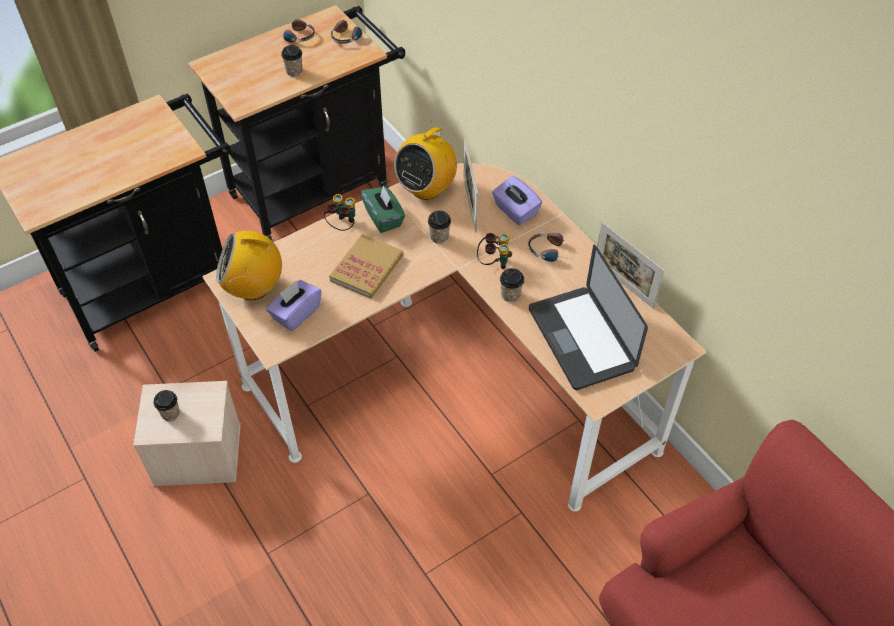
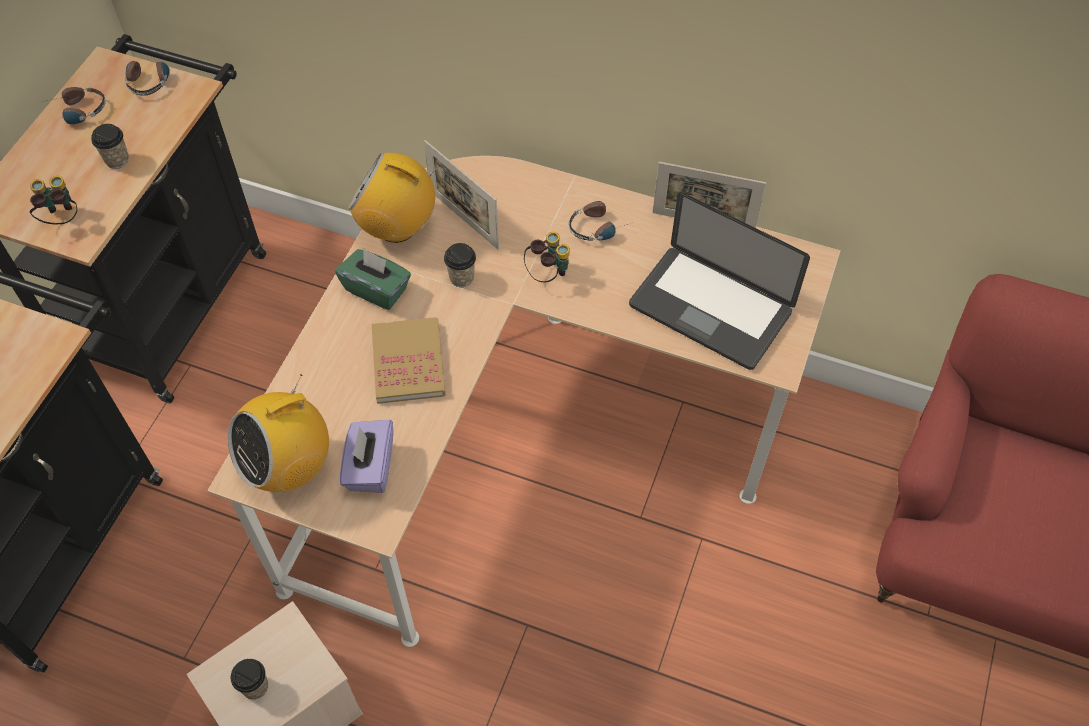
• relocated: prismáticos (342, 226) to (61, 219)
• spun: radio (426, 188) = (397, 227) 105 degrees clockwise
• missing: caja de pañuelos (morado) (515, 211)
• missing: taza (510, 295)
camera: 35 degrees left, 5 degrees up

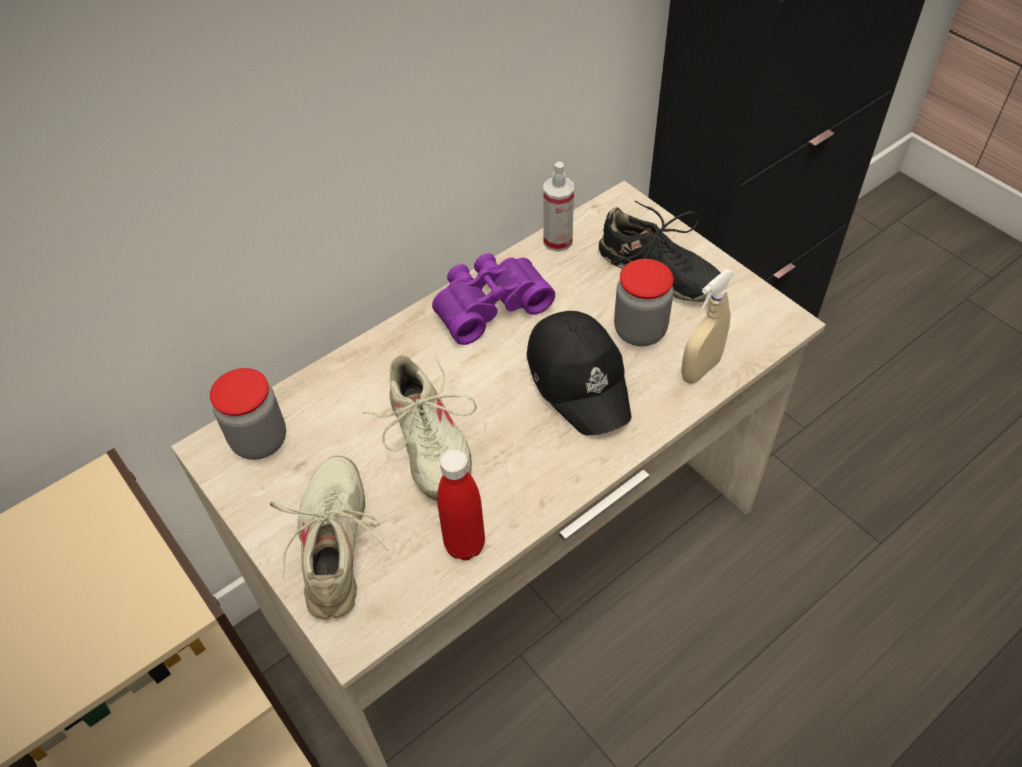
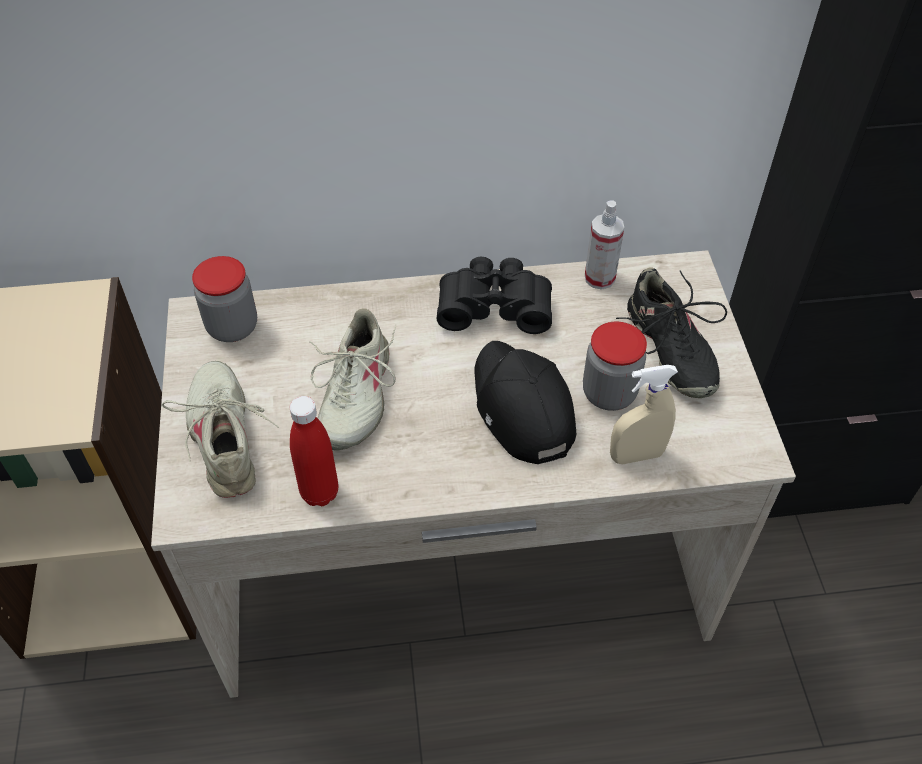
• spun: zapato (beis) (336, 544) = (226, 438) 45 degrees counterclockwise
• colour: prismáticos (morado) (489, 304) to prismáticos (negro) (494, 305)
• spun: gorra (negro) (579, 379) = (521, 408) 150 degrees clockwise
camera: 30 degrees right, 0 degrees up

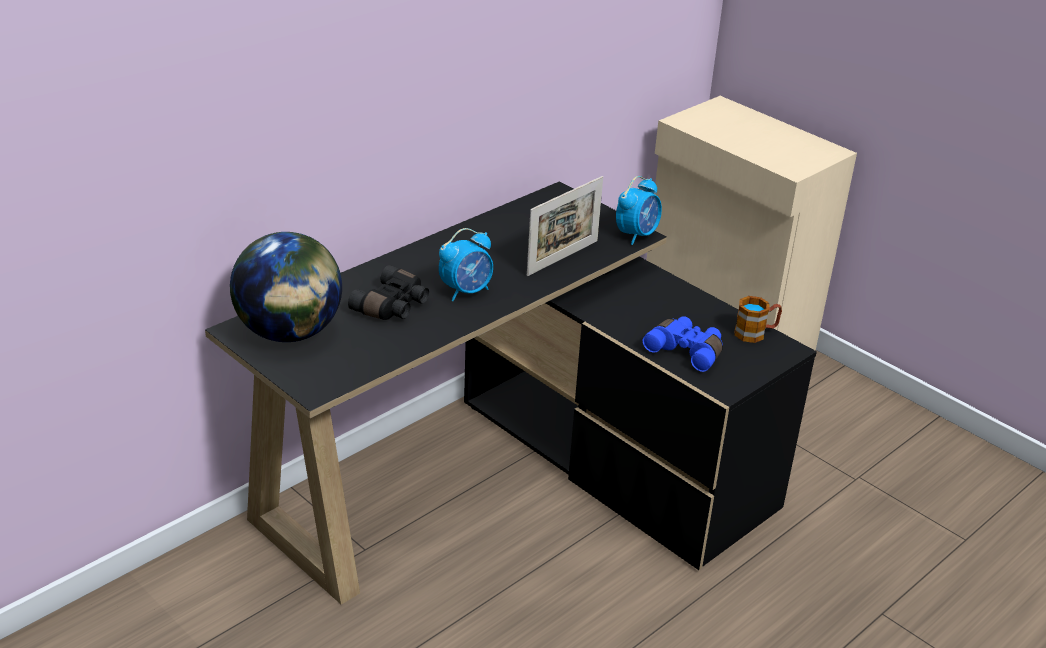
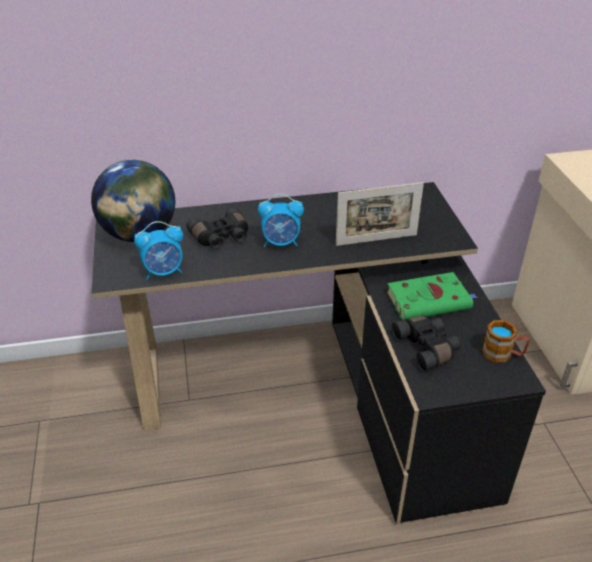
• relocated: despertador (637, 235) to (164, 272)
• colour: prismáticos (azul) (686, 351) to prismáticos (negro) (427, 347)
• appeared: libro (verde) (430, 300)
camera: 35 degrees right, 5 degrees up

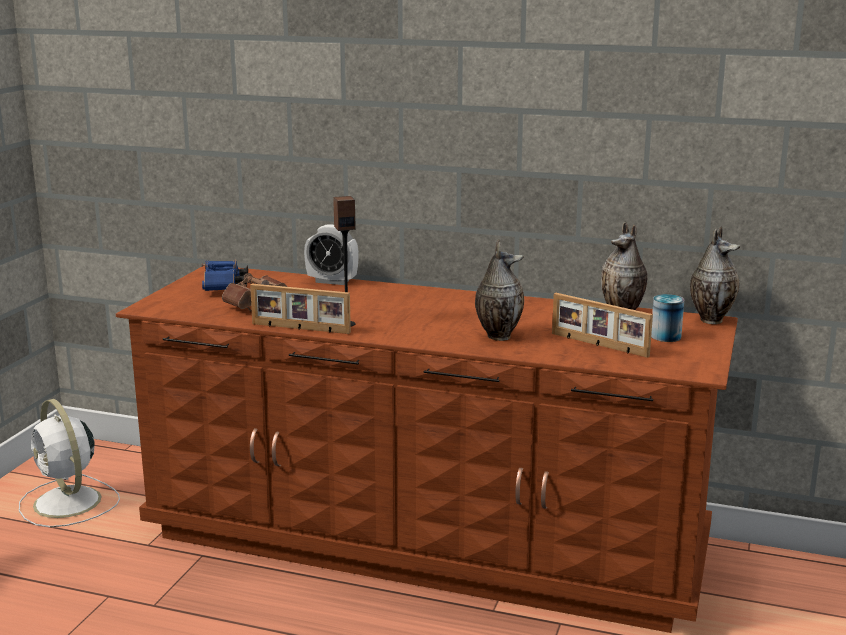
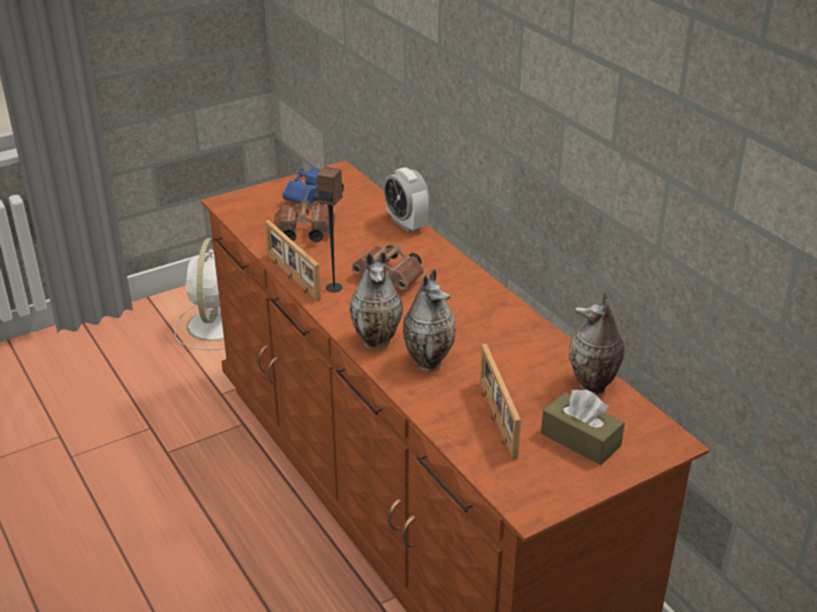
• exchanged: lata (665, 336) to caja de pañuelos (marrón) (580, 440)
• relocated: florero (711, 319) to (378, 341)
• appeared: prismáticos (marrón) (391, 278)
camera: 40 degrees right, 15 degrees up

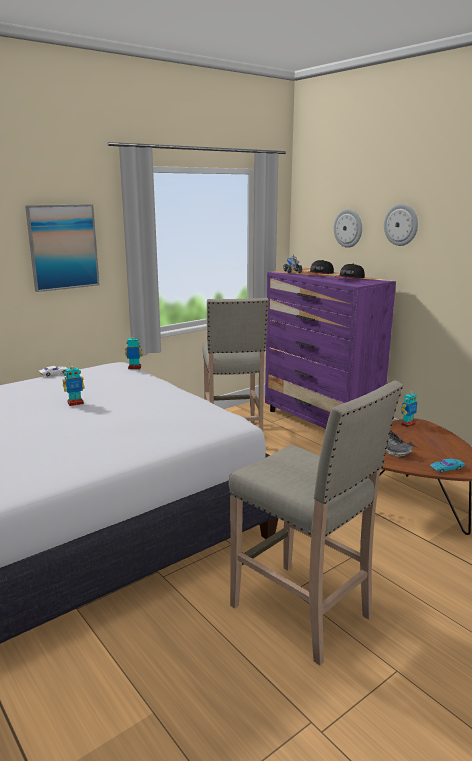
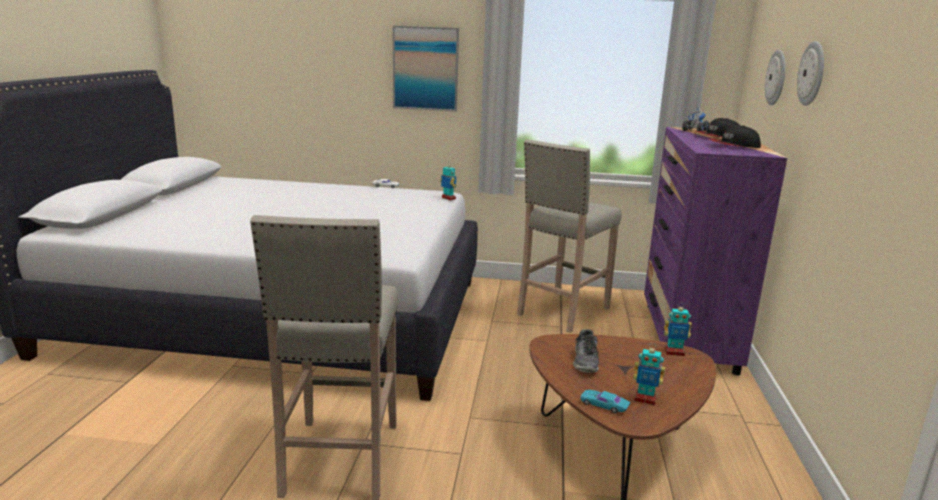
• relocated: robot de juguete (75, 403) to (645, 399)
camera: 45 degrees right, 0 degrees up

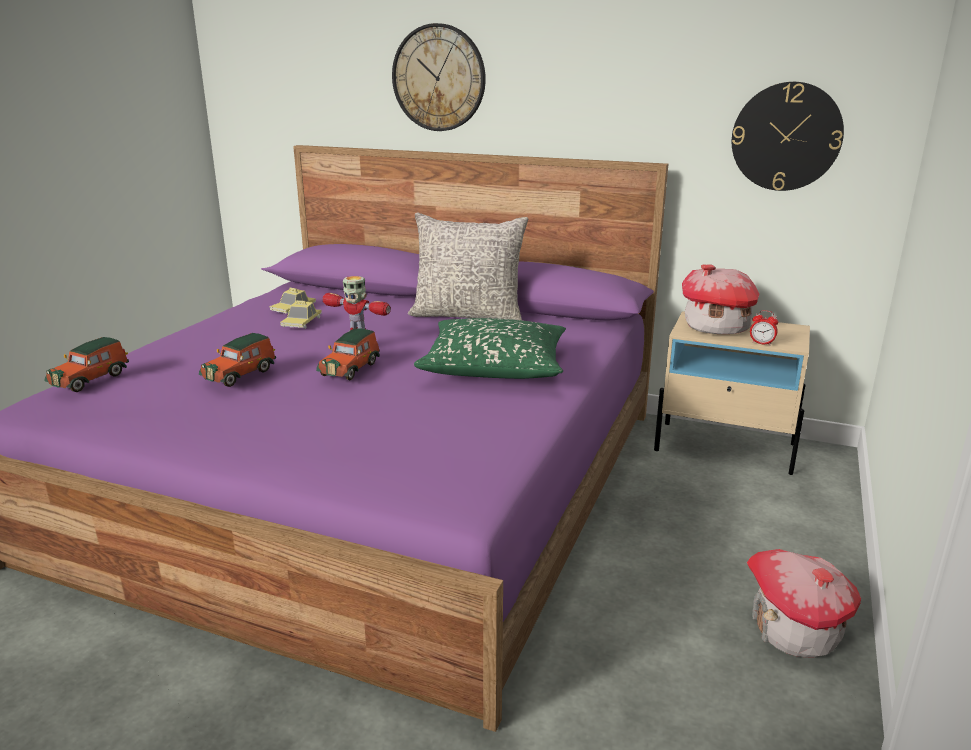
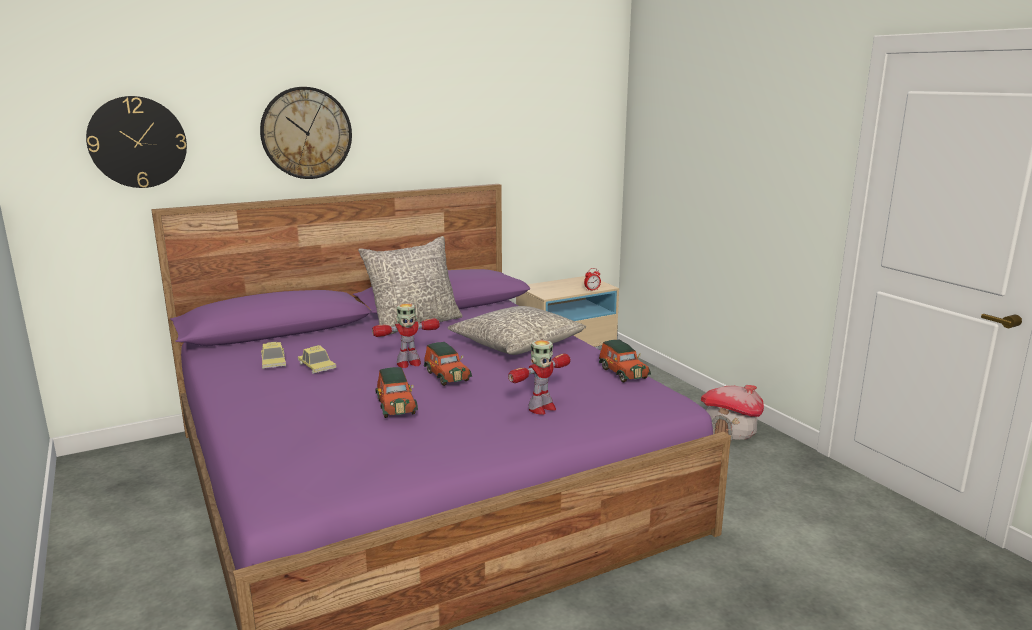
• relocated: coche de juguete (91, 379) to (622, 372)
• colour: cojín (verde) (495, 367) to cojín (gris) (517, 344)
• missing: casita (716, 327)
• relocated: reloj de pared (786, 137) to (137, 142)
• appeared: robot de juguete (541, 408)
camera: 50 degrees left, 5 degrees down

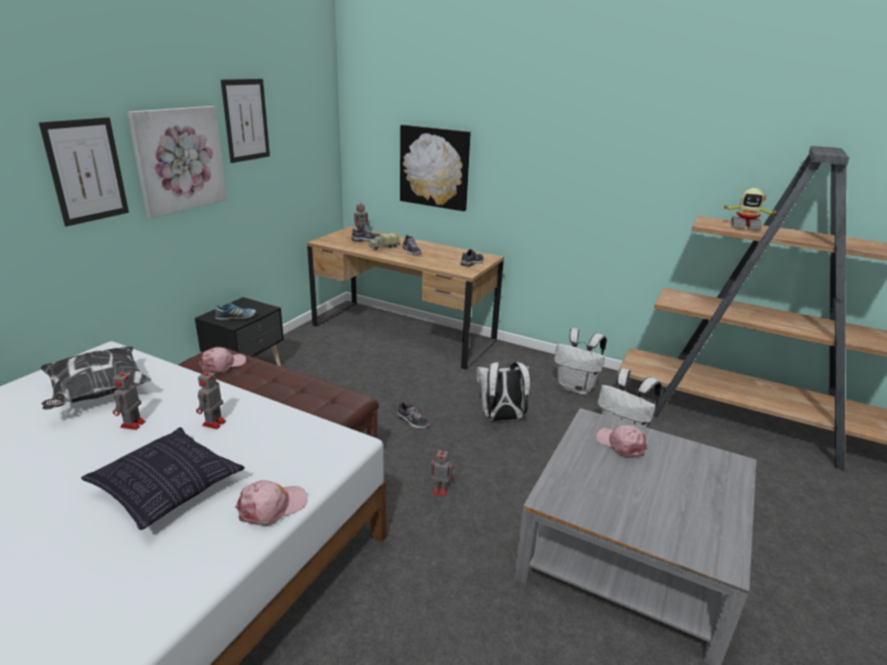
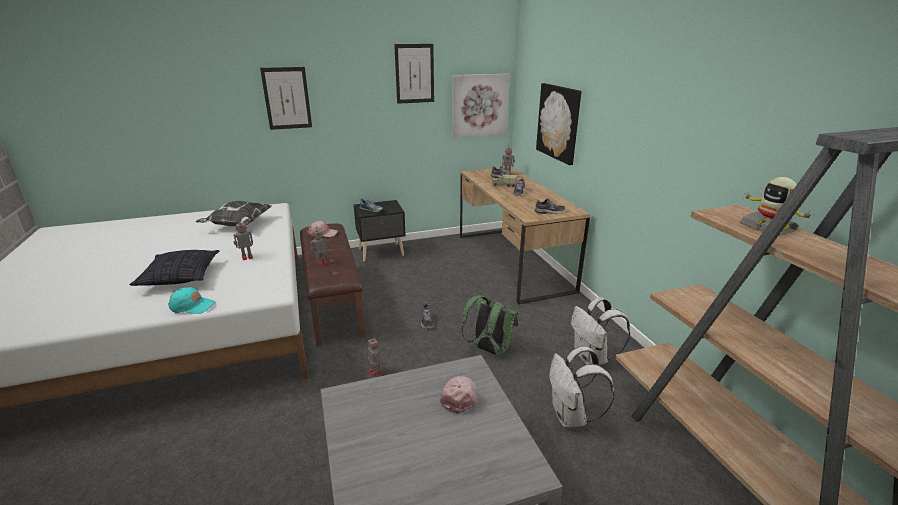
• relocated: robot de juguete (132, 425) to (320, 262)
• relocated: cuadro (179, 159) to (479, 105)
• colour: gorra (rosa) (272, 507) to gorra (turquesa) (192, 306)
• colour: mochila (blanco) (501, 418) to mochila (verde) (488, 349)
camera: 45 degrees right, 0 degrees up

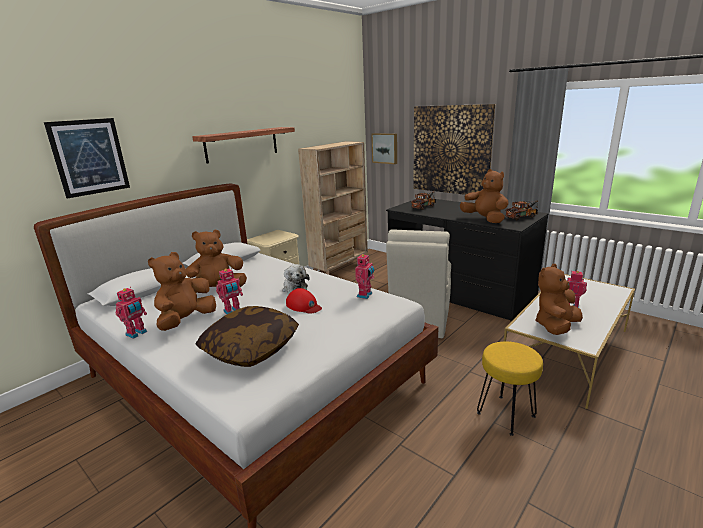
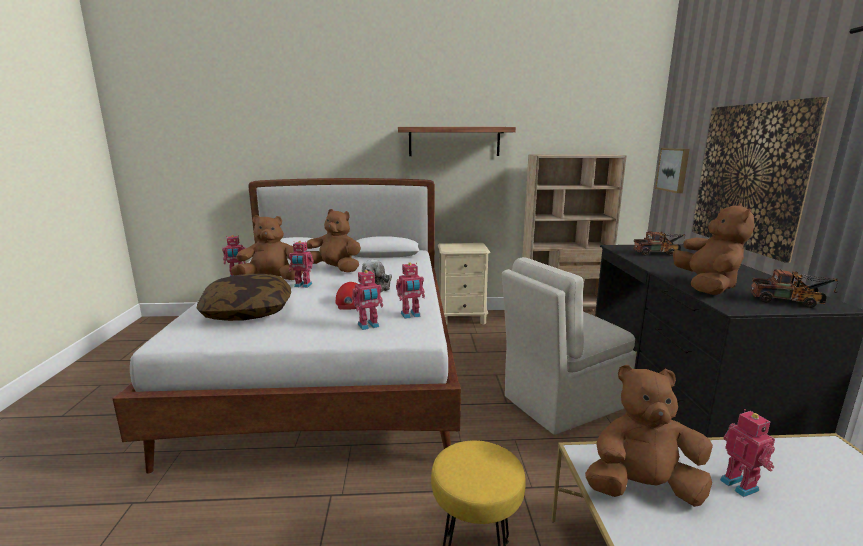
• missing: cuadro (89, 157)
• appeared: robot de juguete (369, 326)
camera: 45 degrees right, 5 degrees down

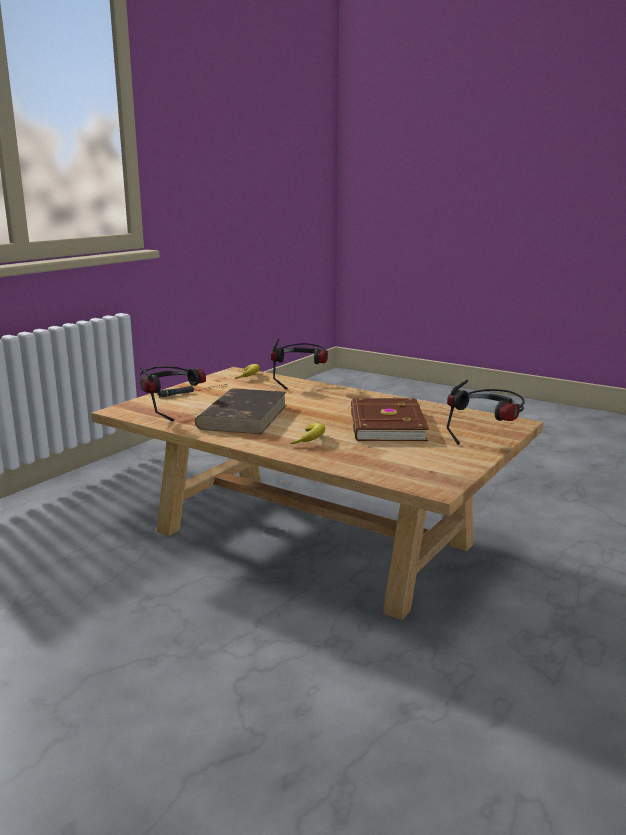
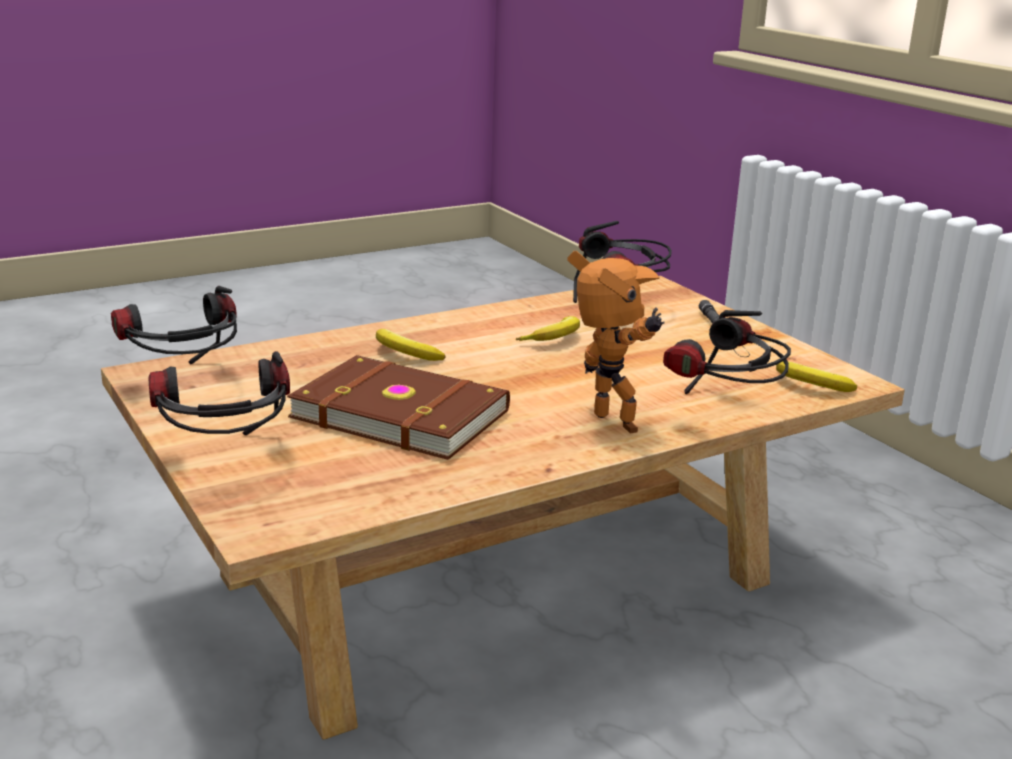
• exchanged: libro (marrón) (243, 416) to plátano (554, 338)
• appeared: auriculares (186, 385)
• appeared: robot de juguete (609, 425)
camera: 115 degrees right, 5 degrees up

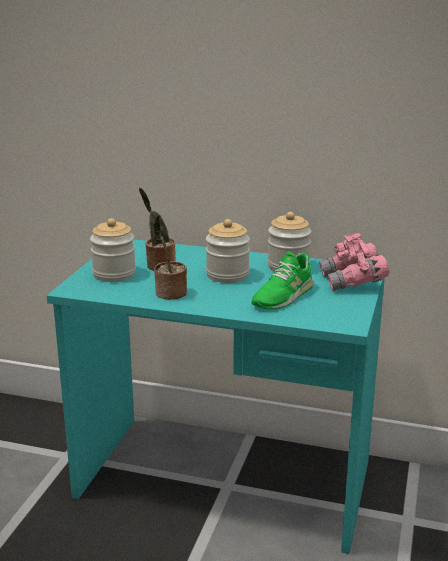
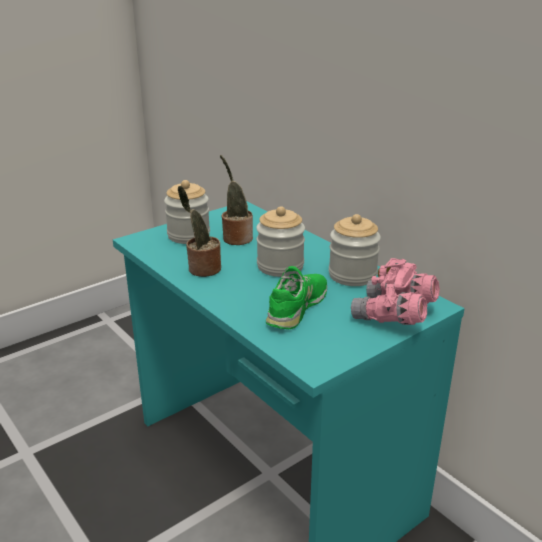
• spun: zapato (verde) (283, 296) = (297, 307) 135 degrees clockwise
camera: 35 degrees right, 5 degrees up

